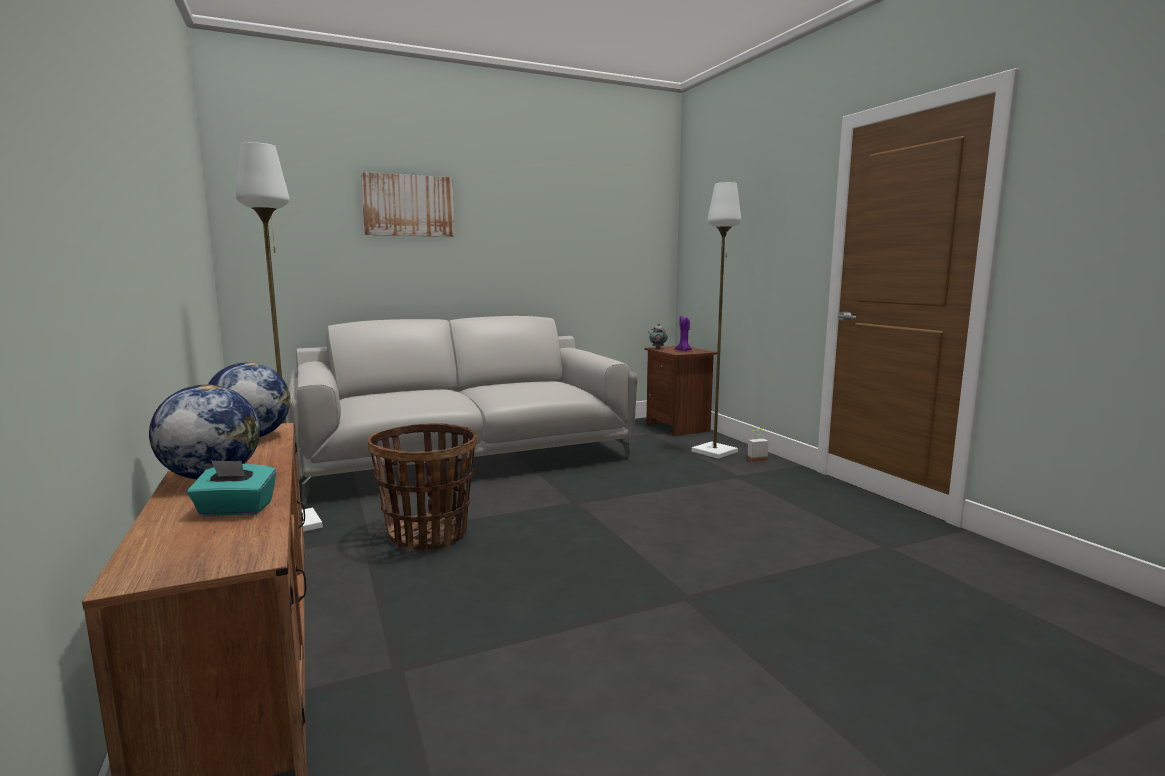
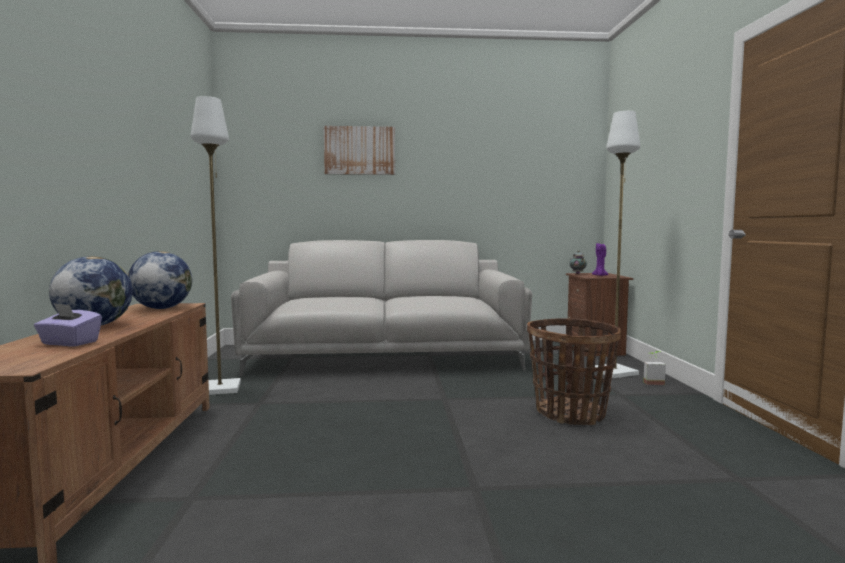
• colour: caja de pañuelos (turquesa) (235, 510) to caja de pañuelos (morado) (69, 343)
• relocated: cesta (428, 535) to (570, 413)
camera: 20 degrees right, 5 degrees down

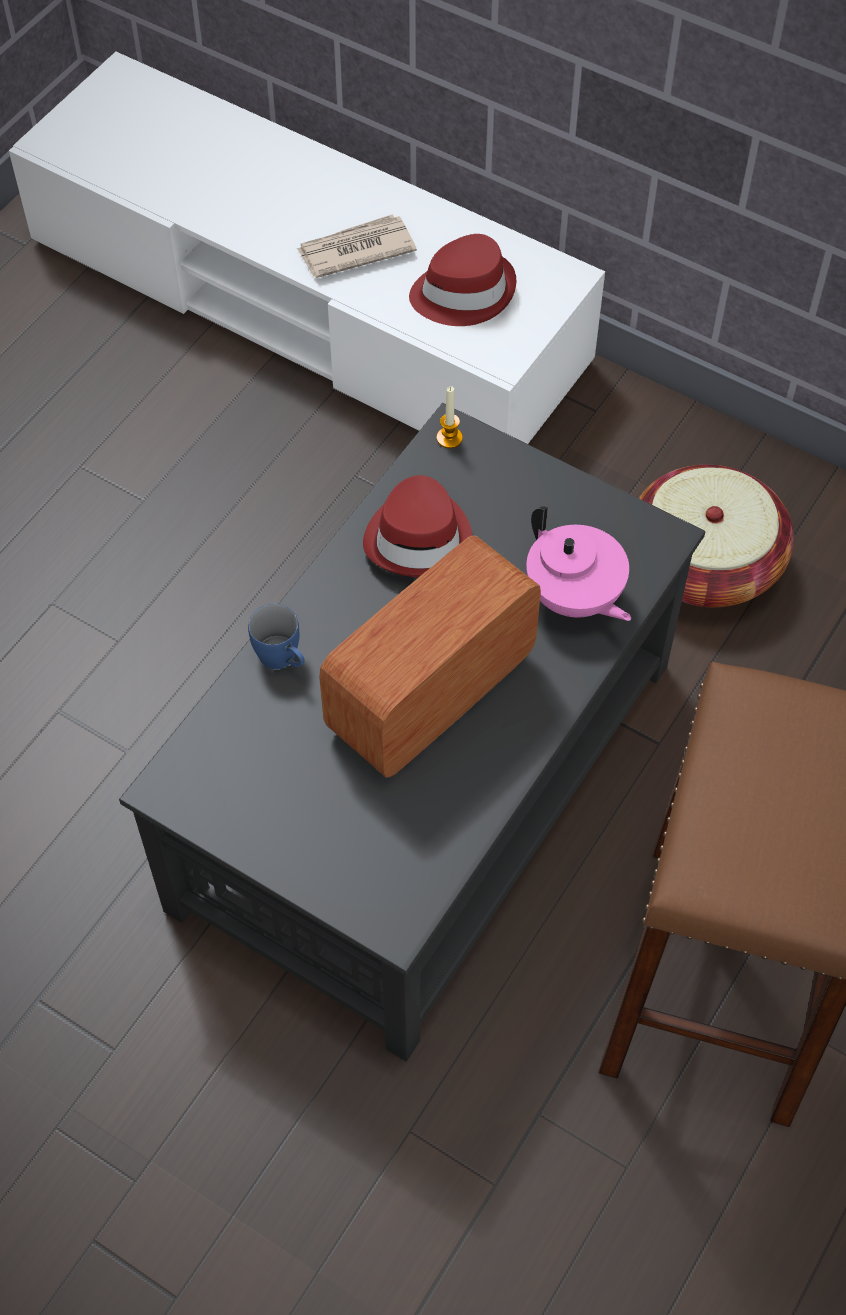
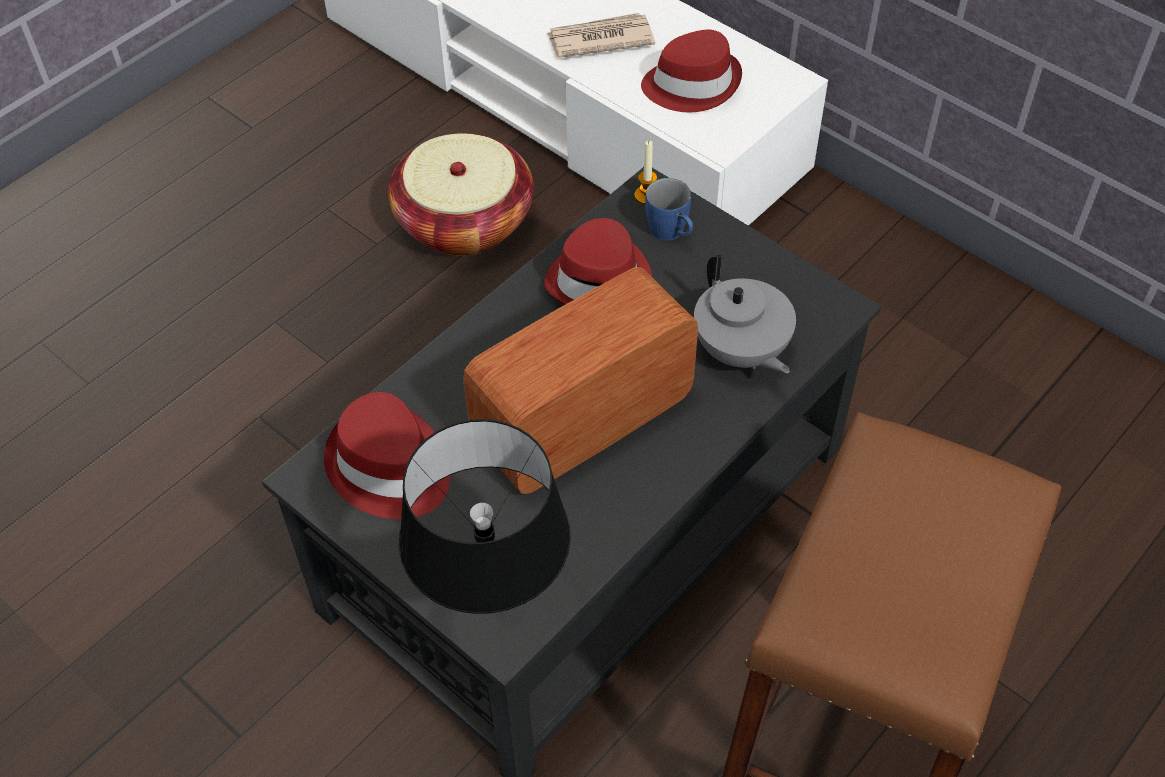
• relocated: taza grande (azul) (283, 660) to (671, 234)
• colour: tetera (rosa) (574, 598) to tetera (gris) (740, 351)
• relocated: cesta (704, 563) to (464, 221)
• appeared: sombrero (rojo) (389, 467)
• appeared: lámpara de mesa (negro) (494, 609)
camera: 10 degrees right, 5 degrees down

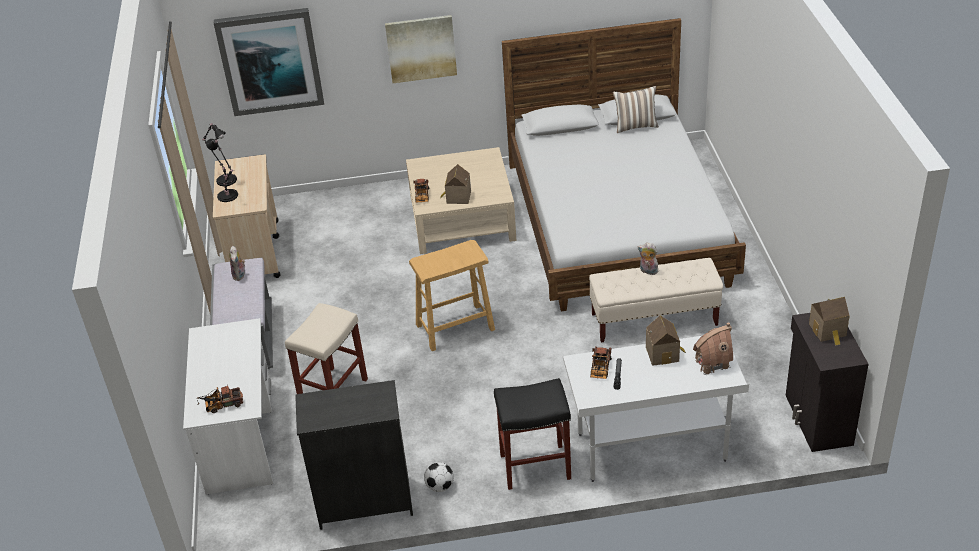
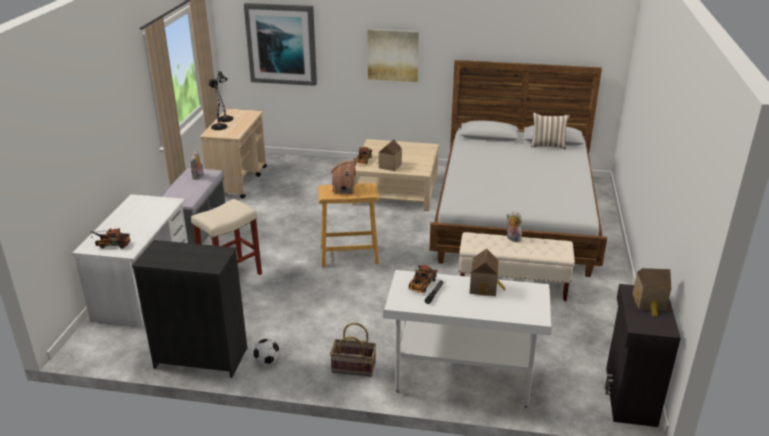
• exchanged: taburete (negro) (534, 467) to cesta (353, 368)
• relocated: casita (712, 362) to (344, 189)
camera: 15 degrees right, 10 degrees down

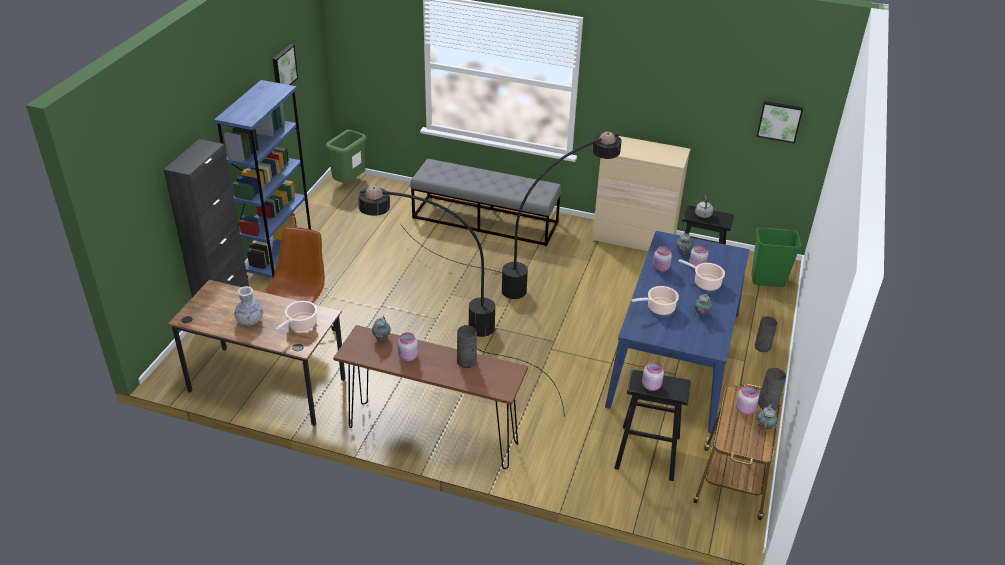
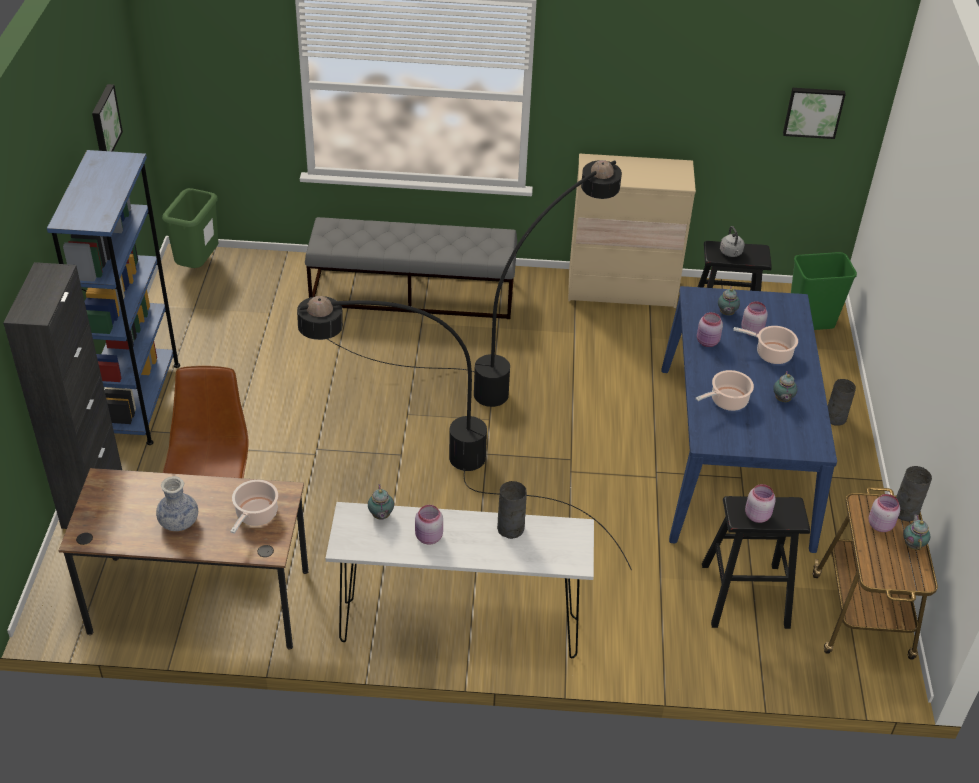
• colour: mesa consola (marrón) (432, 435) to mesa consola (blanco) (459, 629)
camera: 15 degrees left, 5 degrees up

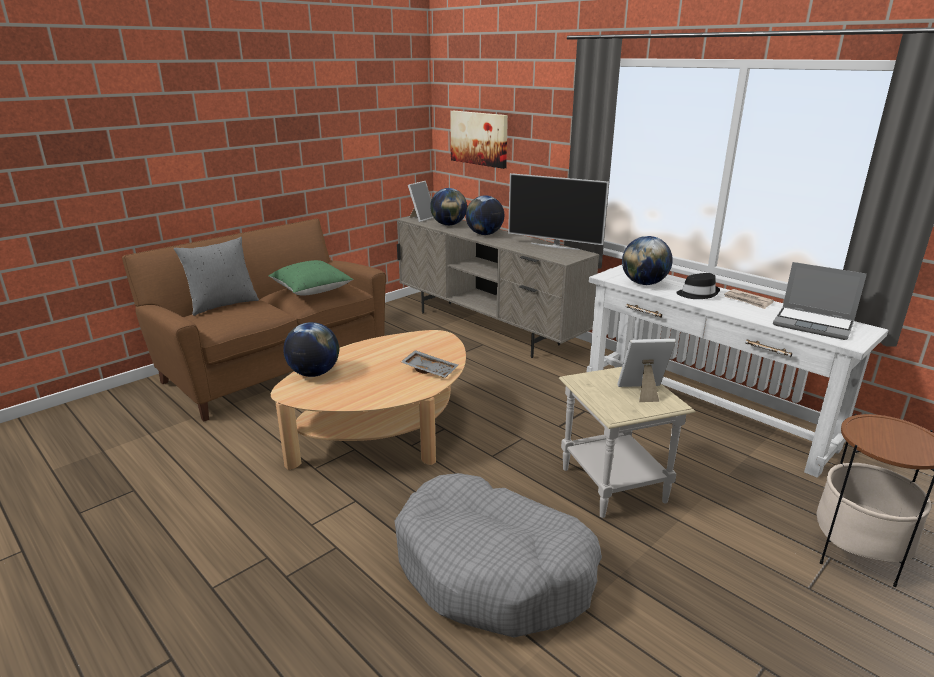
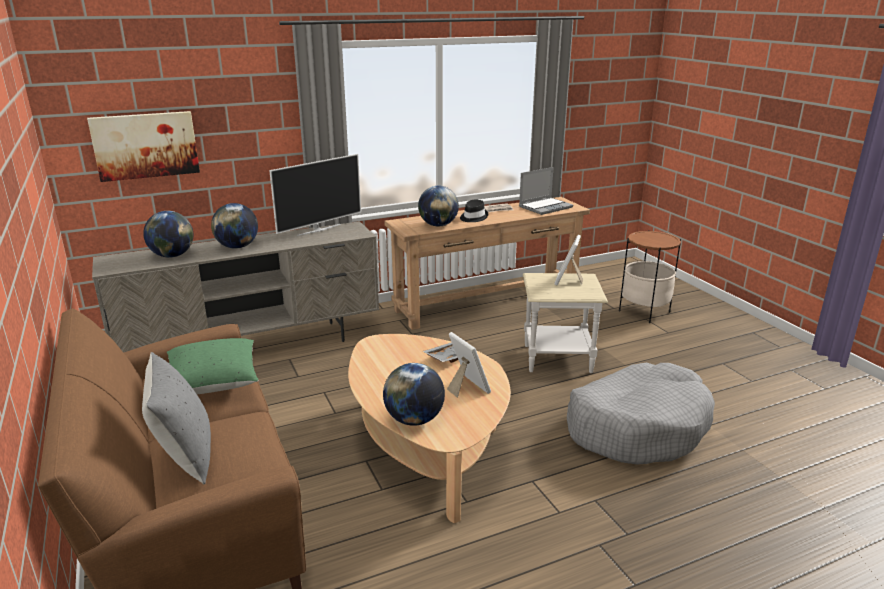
• relocated: portarretratos (421, 218) to (466, 388)
• colour: mesa consola (blanco) (703, 413) to mesa consola (marrón) (487, 303)
camera: 70 degrees left, 0 degrees up

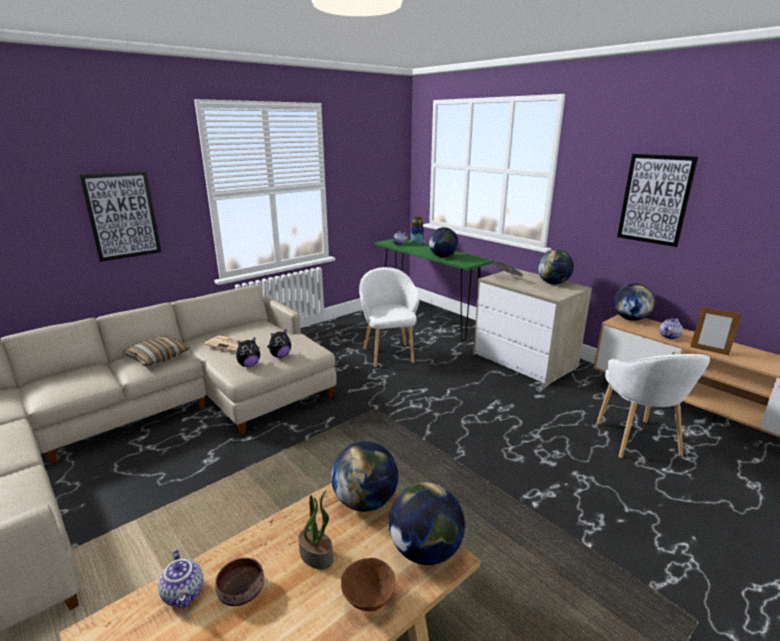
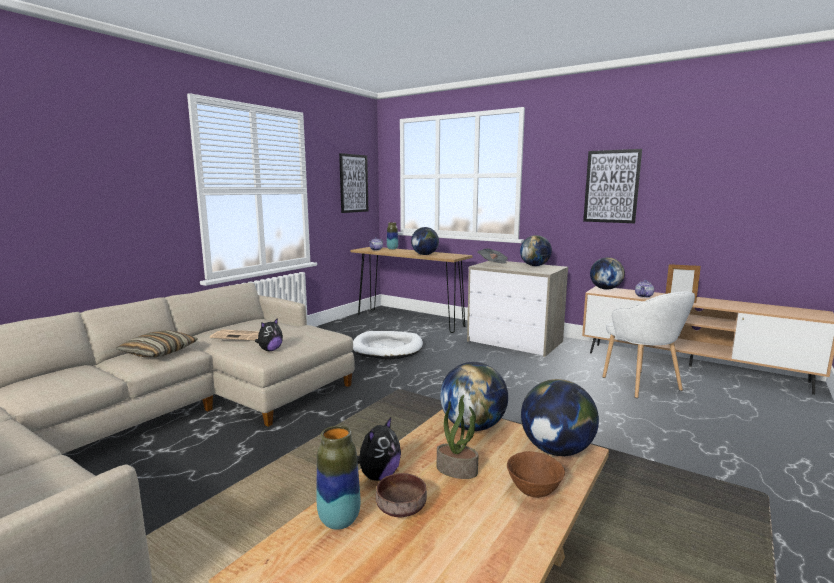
• relocated: cuadro (122, 215) to (353, 183)
• exchanged: tetera (184, 593) to florero (339, 520)
• relocated: peluche (280, 356) to (378, 476)
• exchanged: sillón (blanco) (389, 354) to cama para perro (blanco) (387, 348)
• colour: mesa consola (verde) (427, 319) to mesa consola (marrón) (409, 320)
camera: 15 degrees left, 10 degrees down

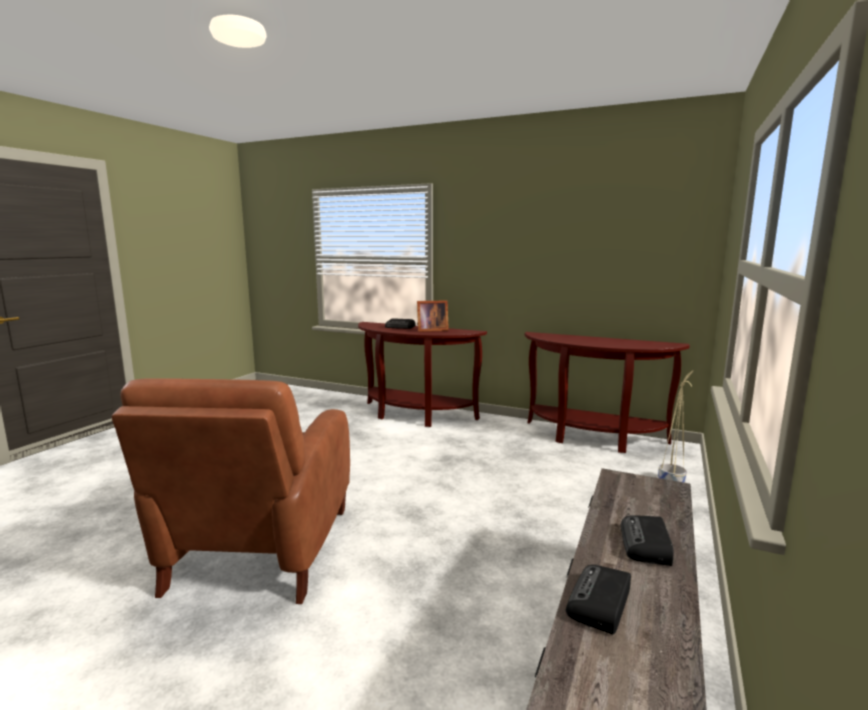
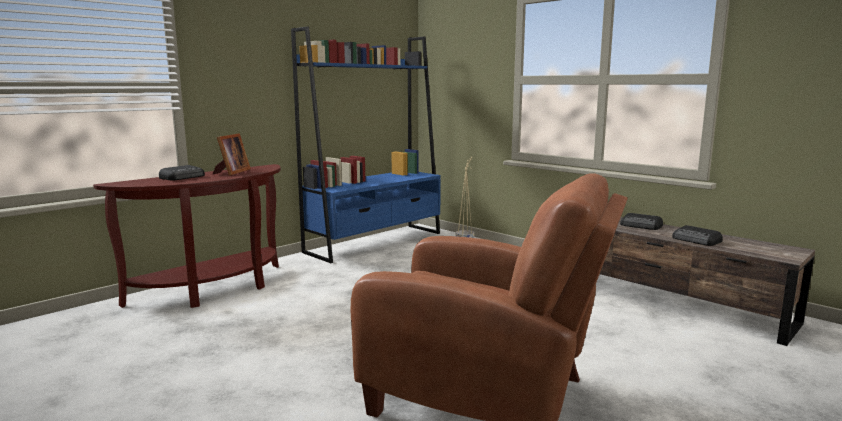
• exchanged: mesa consola (marrón) (592, 438) to estantería (azul) (375, 242)
camera: 70 degrees left, 0 degrees up

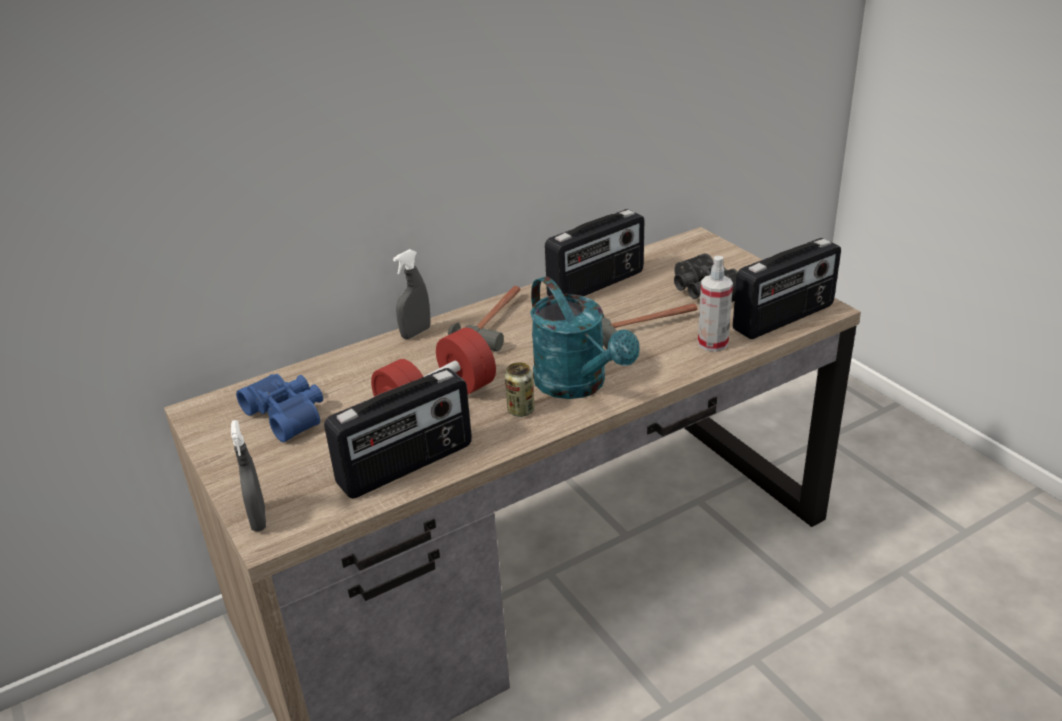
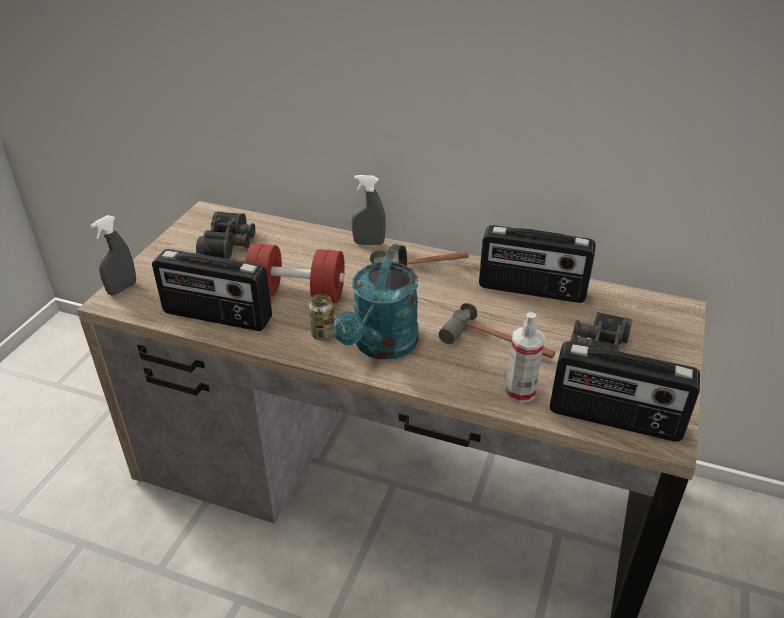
• colour: prismáticos (azul) (288, 414) to prismáticos (negro) (230, 244)
camera: 50 degrees right, 5 degrees up

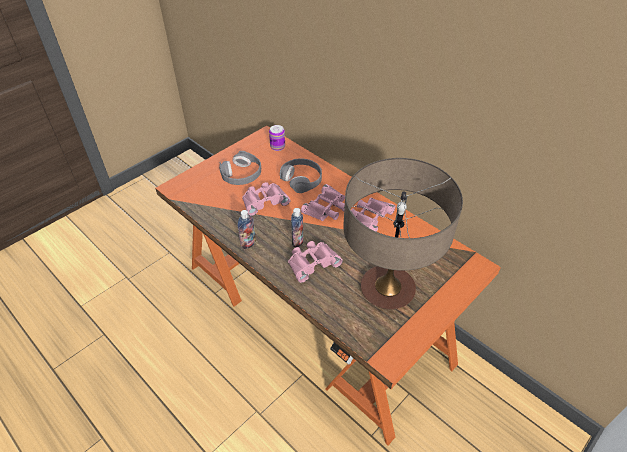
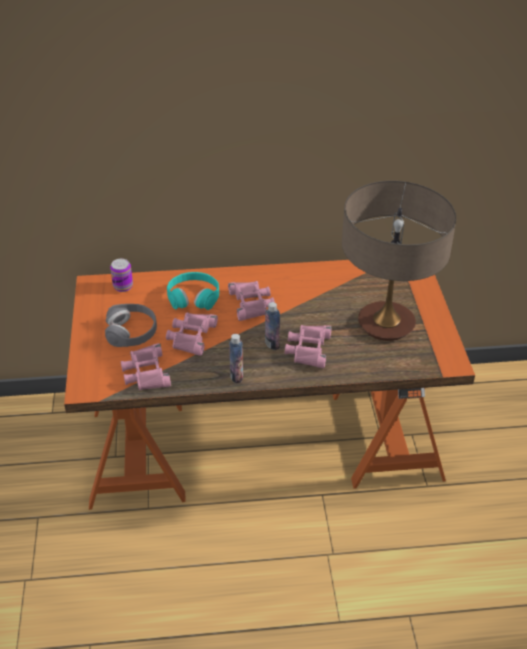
• colour: auriculares (gris) (302, 179) to auriculares (turquesa) (193, 297)
• relocated: prismáticos (rosa) (369, 217) to (145, 373)
camera: 50 degrees left, 5 degrees down

